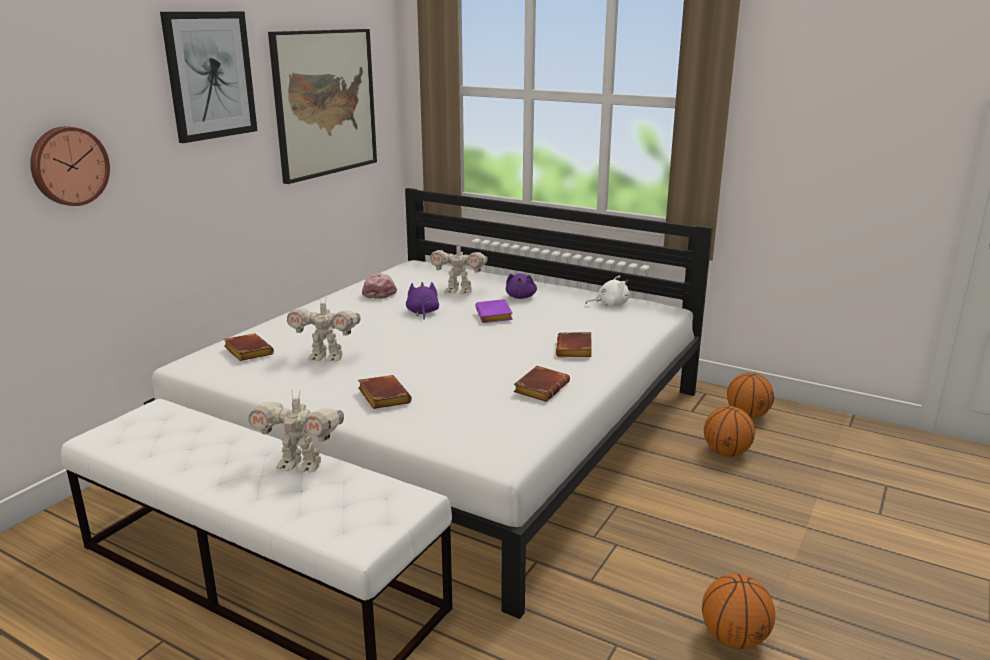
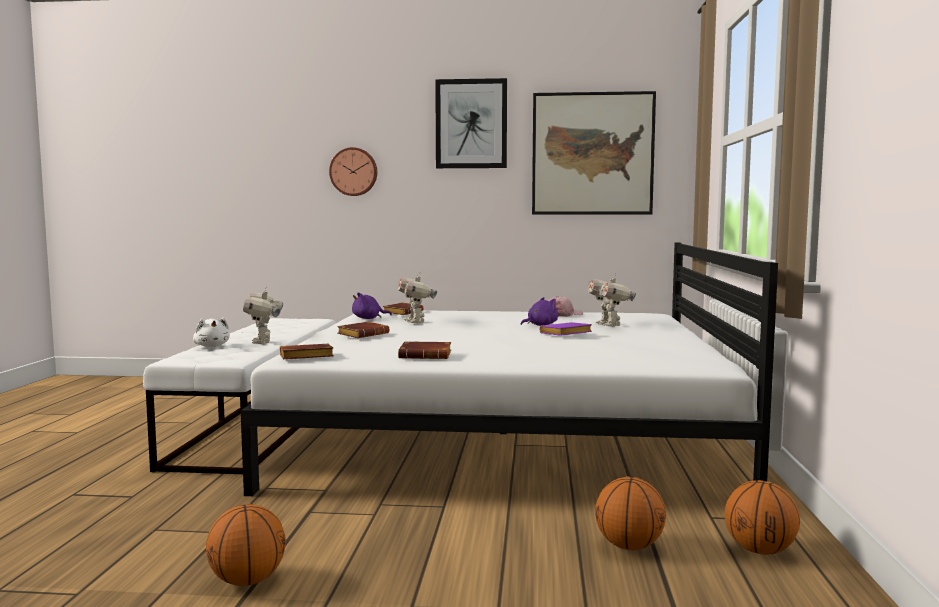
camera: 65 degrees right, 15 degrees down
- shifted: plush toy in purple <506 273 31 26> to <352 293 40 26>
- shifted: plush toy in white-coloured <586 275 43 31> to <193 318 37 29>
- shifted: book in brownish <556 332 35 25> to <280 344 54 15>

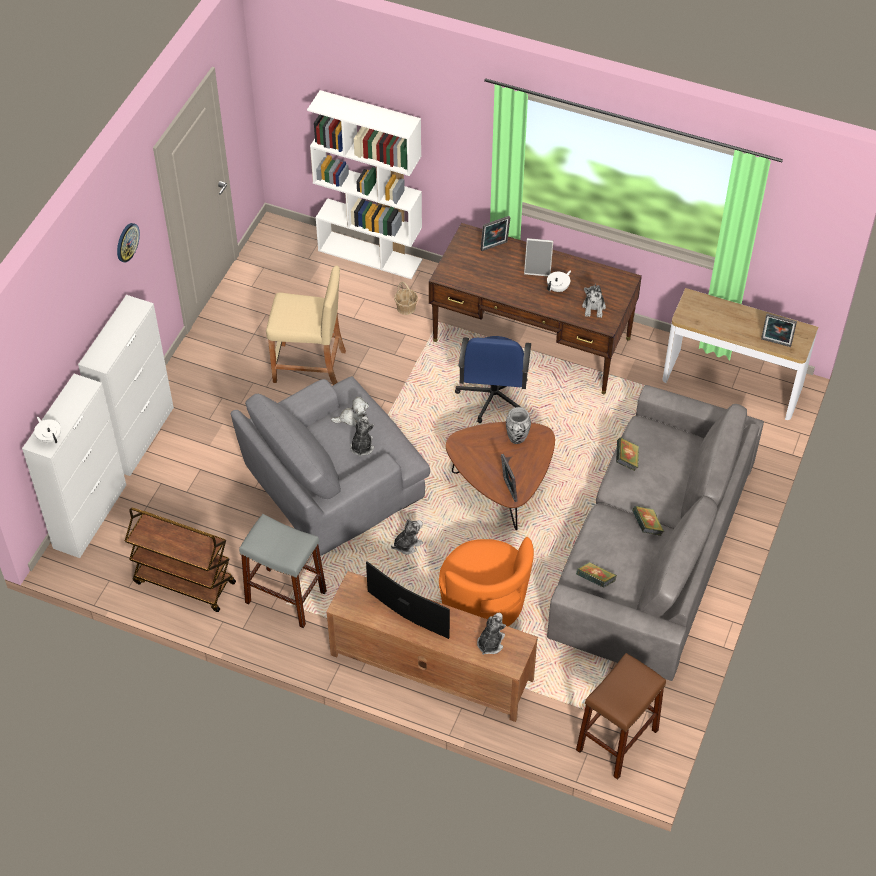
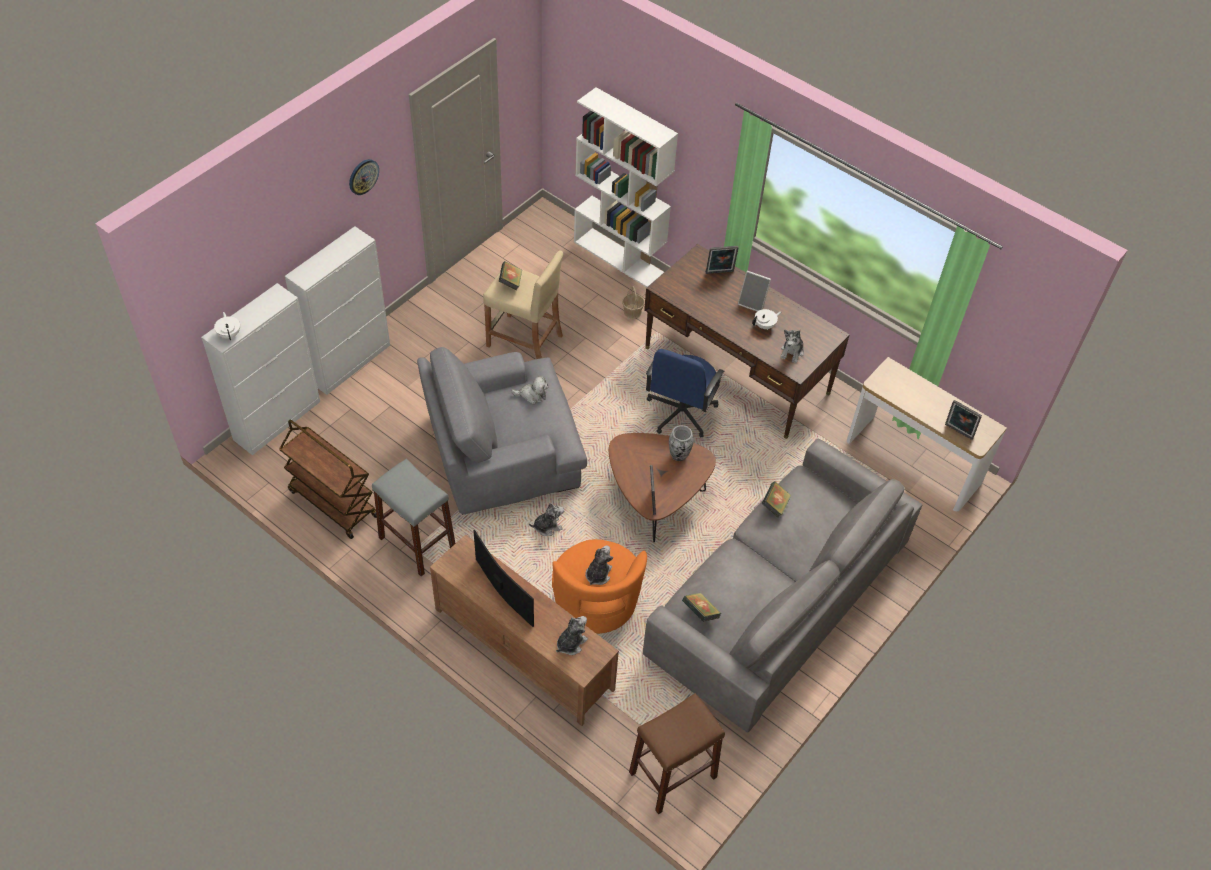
camera: 15 degrees right, 0 degrees up
- shifted: plush toy <350 416 24 40> to <585 545 28 40>
- shifted: book <632 506 32 30> to <499 261 23 29>

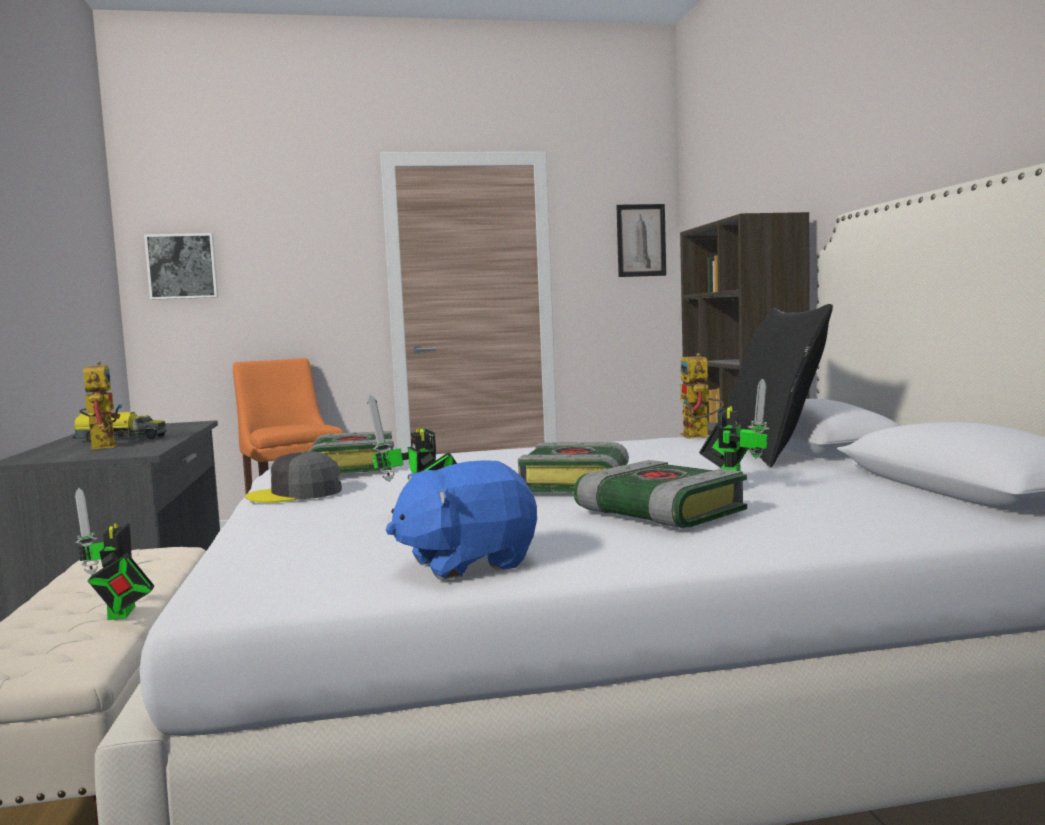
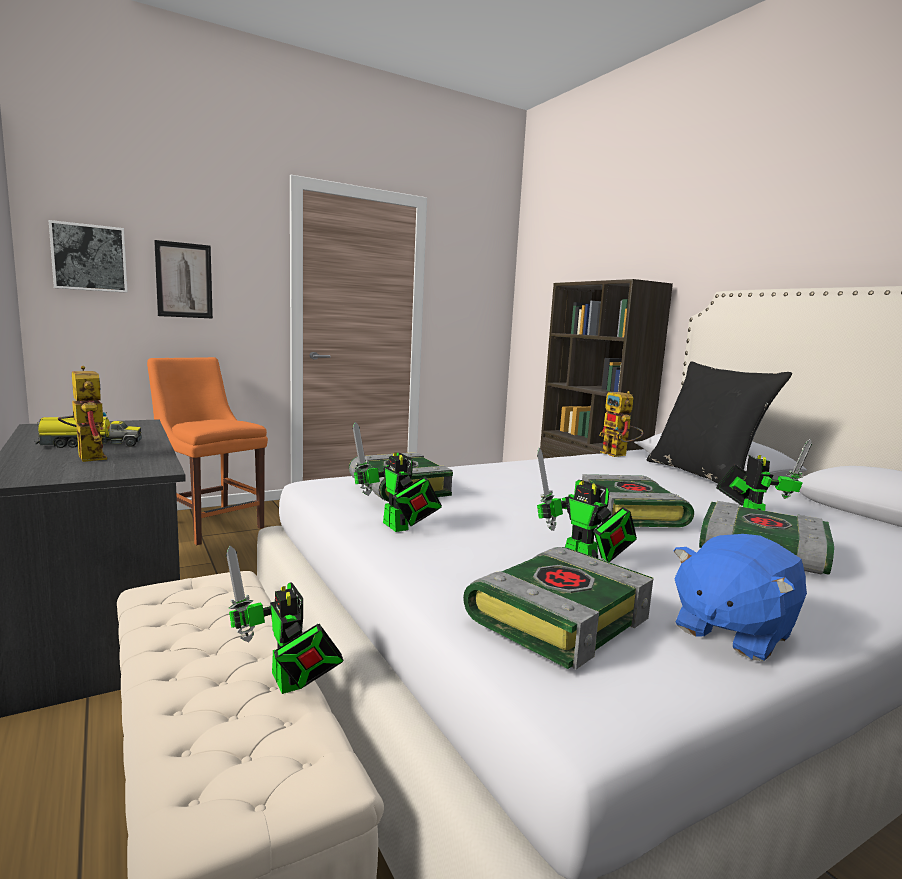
camera: 20 degrees left, 5 degrees up
- shifted: wall picture <616 204 50 73> to <154 240 59 79>
- swapped: baseball cap in greyish <245 451 97 52> to toy robot <352 422 90 110>
- new: book <463 547 190 122>

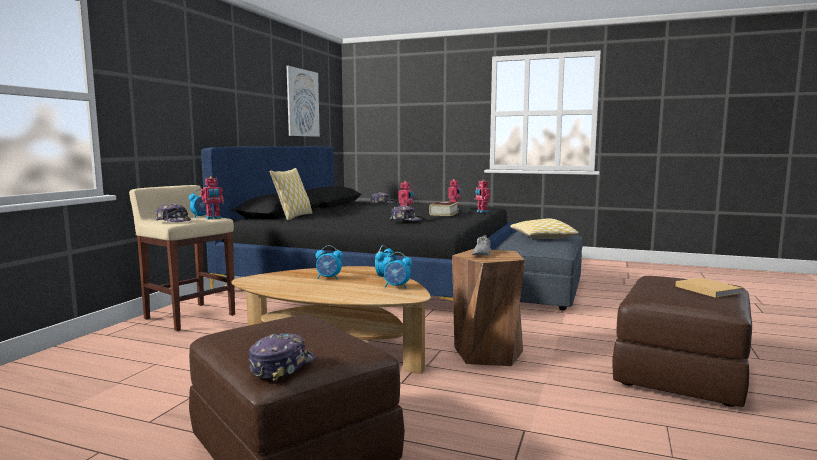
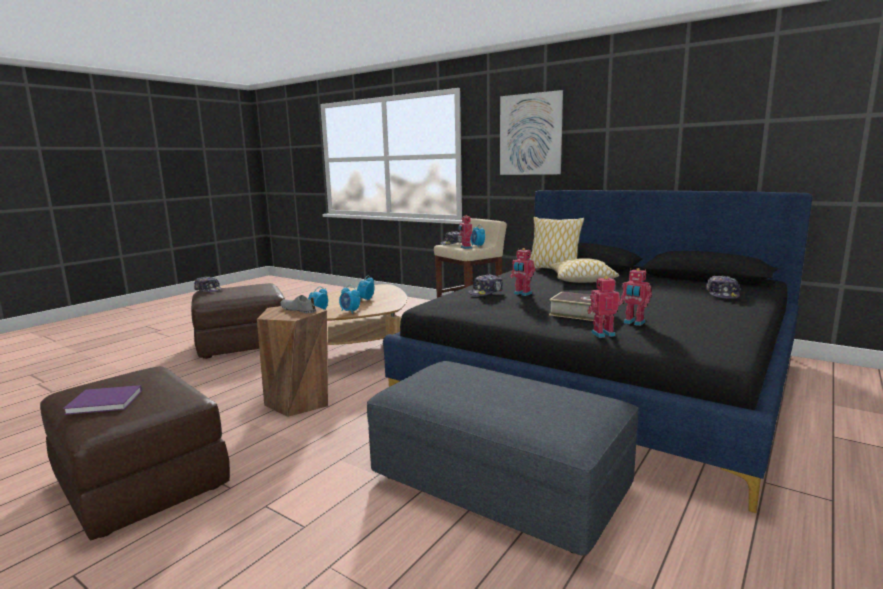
camera: 105 degrees right, 5 degrees up
- shifted: wall picture <287 66 33 71> to <500 90 63 85>
- shifted: pillow <510 218 69 21> to <549 258 70 25>
- repainted: book in sand-coloured <675 278 67 20> to book in purple <63 385 79 30>

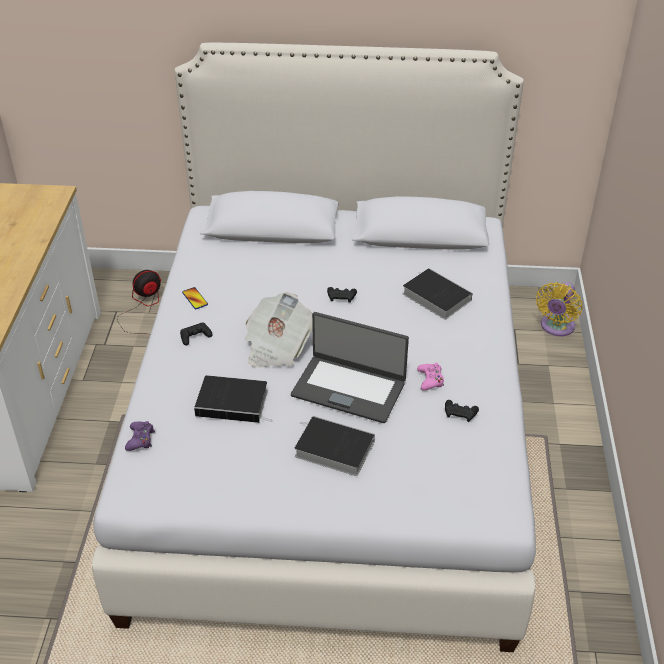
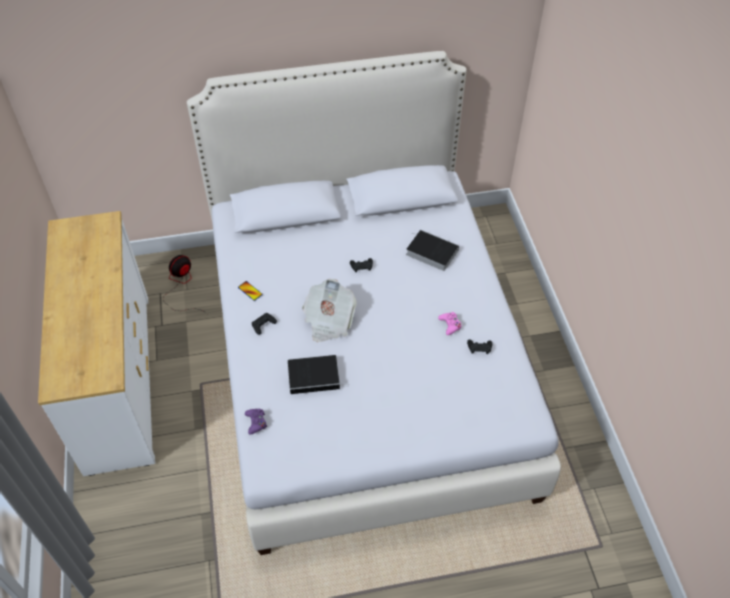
camera: 15 degrees left, 10 degrees up
- gone: fan in yellow-coloured <536 282 46 54>
- gone: notebook computer <291 312 118 111>
- gone: book <295 416 80 60>

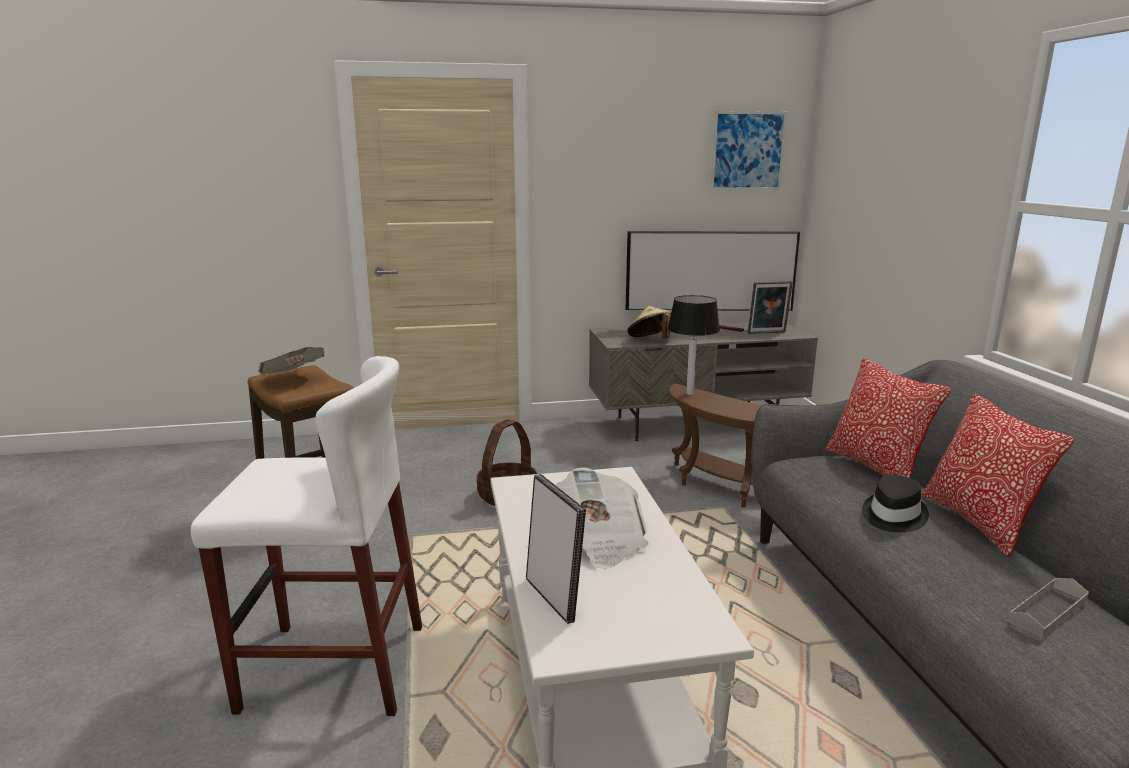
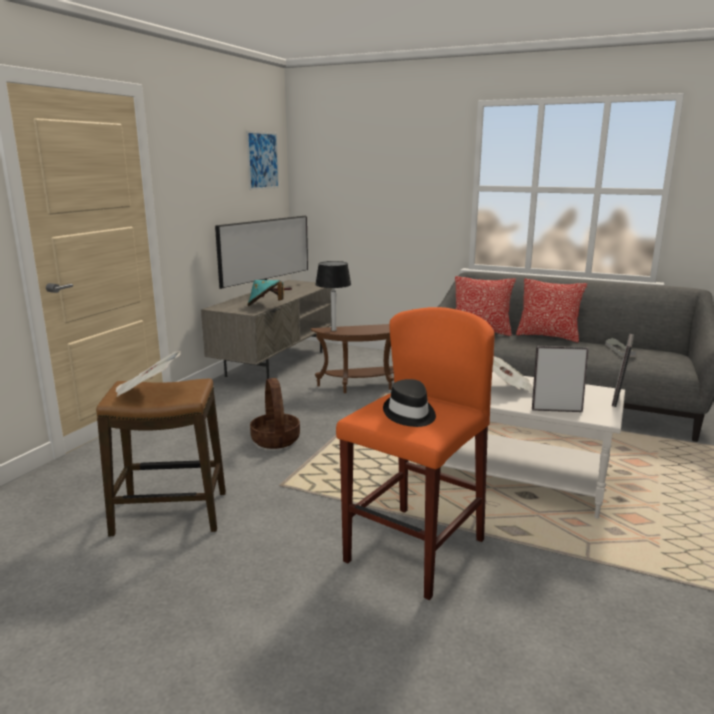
camera: 55 degrees left, 0 degrees up
- shifted: picture frame <748 281 45 53> to <612 334 22 73>
- repainted: clothing hat in sand-coloured <627 306 44 32> to clothing hat in turquoise <247 280 37 26>
- repainted: stool seat in white-coloured <191 356 231 360> to stool seat in orangey <336 307 159 293>
- shifted: clothing hat in blackish <862 475 67 57> to <383 379 53 48>

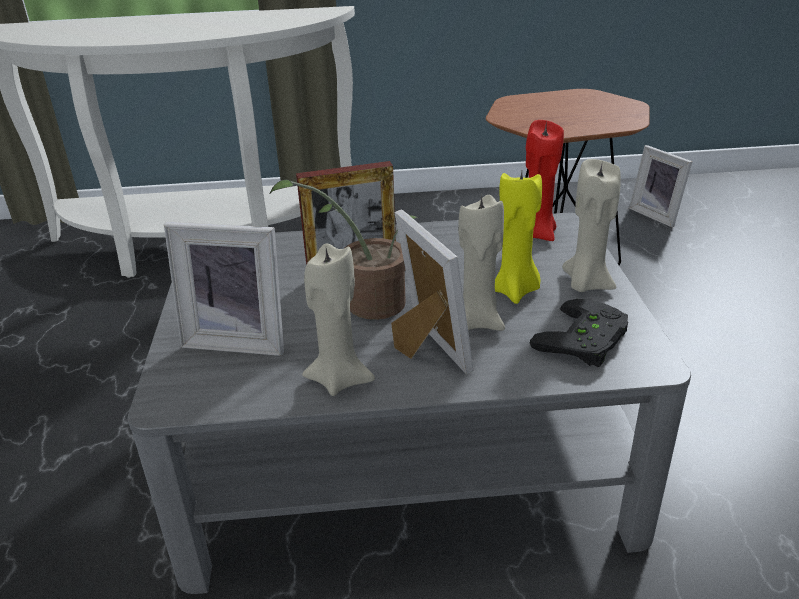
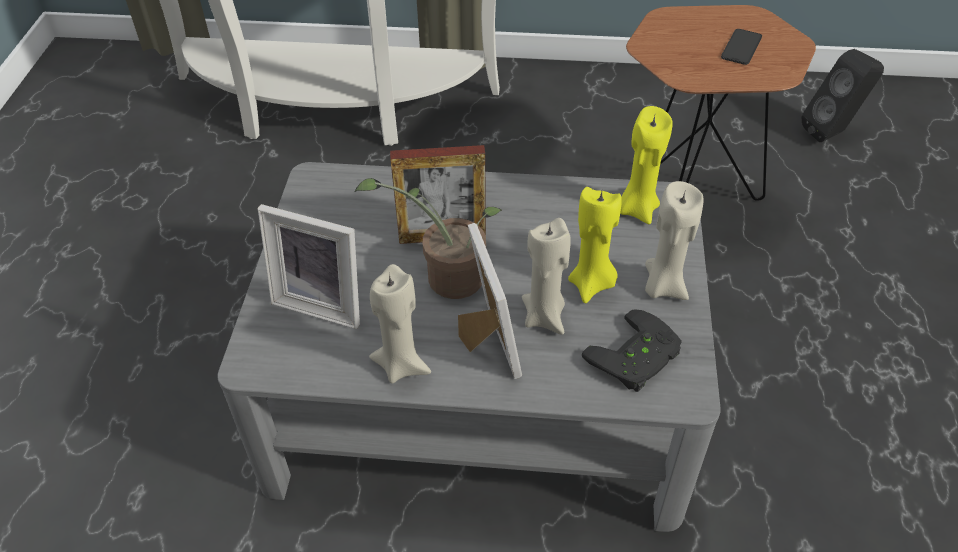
camera: 10 degrees right, 15 degrees up
- repainted: wax candle in red-coloured <526 120 38 121> to wax candle in yellow-coloured <620 106 53 118>
- swapped: picture frame <629 145 64 82> to loudspeaker in blackish <802 49 82 93>
- new: telephone <721 29 41 36>

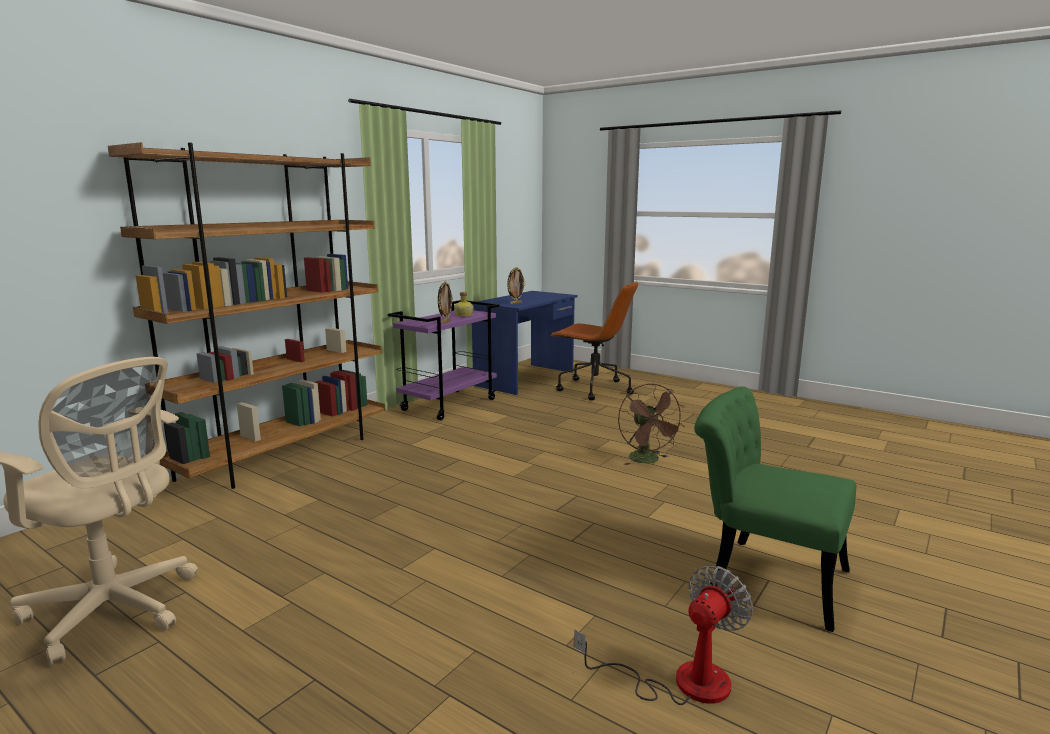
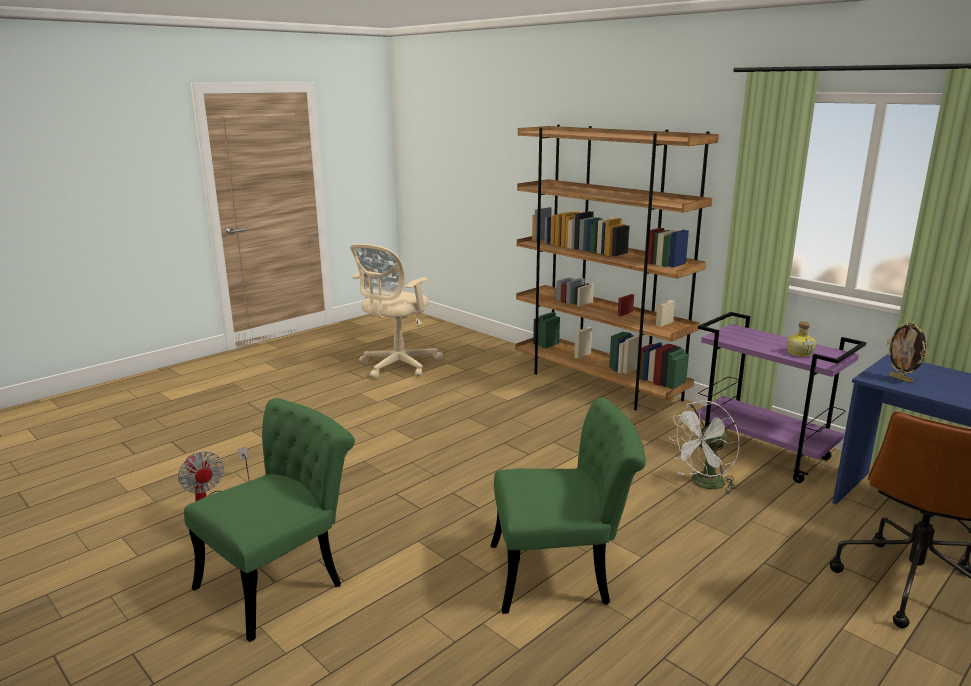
camera: 100 degrees right, 5 degrees up
- gone: picture frame <438 281 15 43>
- swapped: fan in brownish <618 384 66 81> to plain chair in green-coloured <491 398 155 216>
- new: fan in white-coloured <669 401 71 94>

